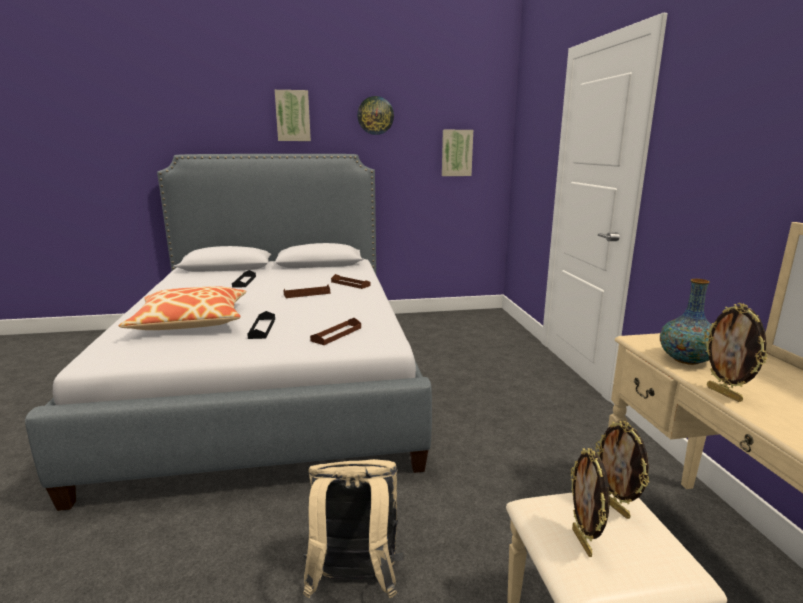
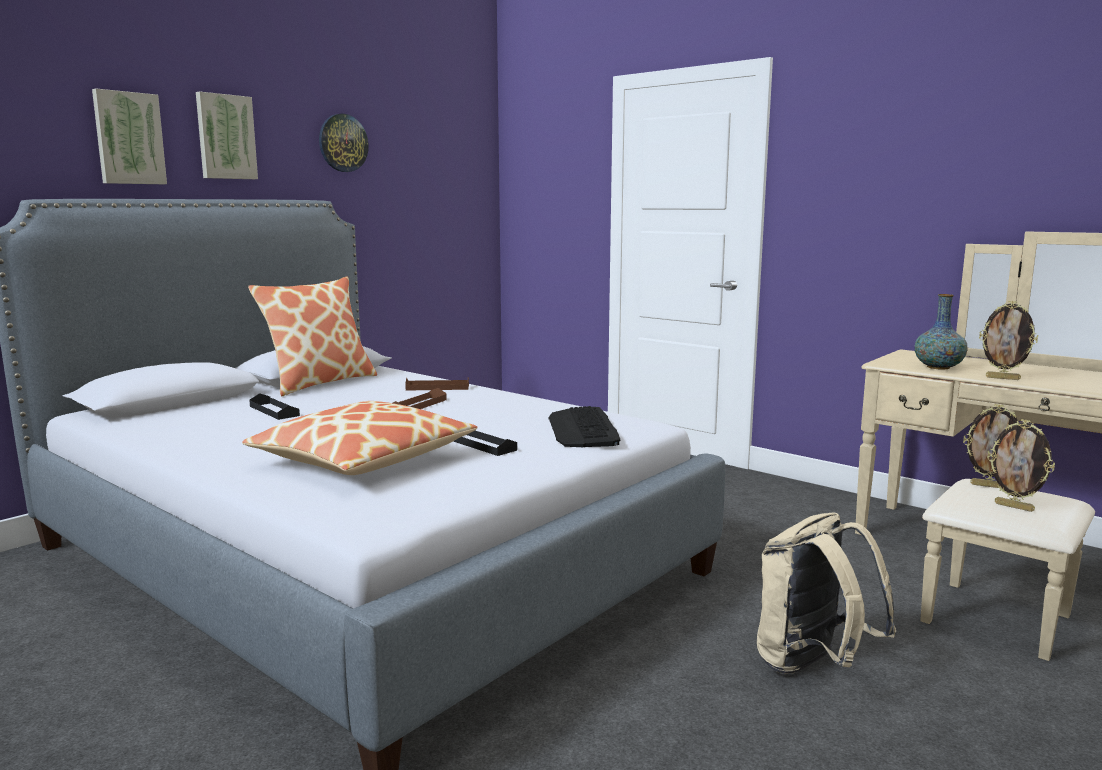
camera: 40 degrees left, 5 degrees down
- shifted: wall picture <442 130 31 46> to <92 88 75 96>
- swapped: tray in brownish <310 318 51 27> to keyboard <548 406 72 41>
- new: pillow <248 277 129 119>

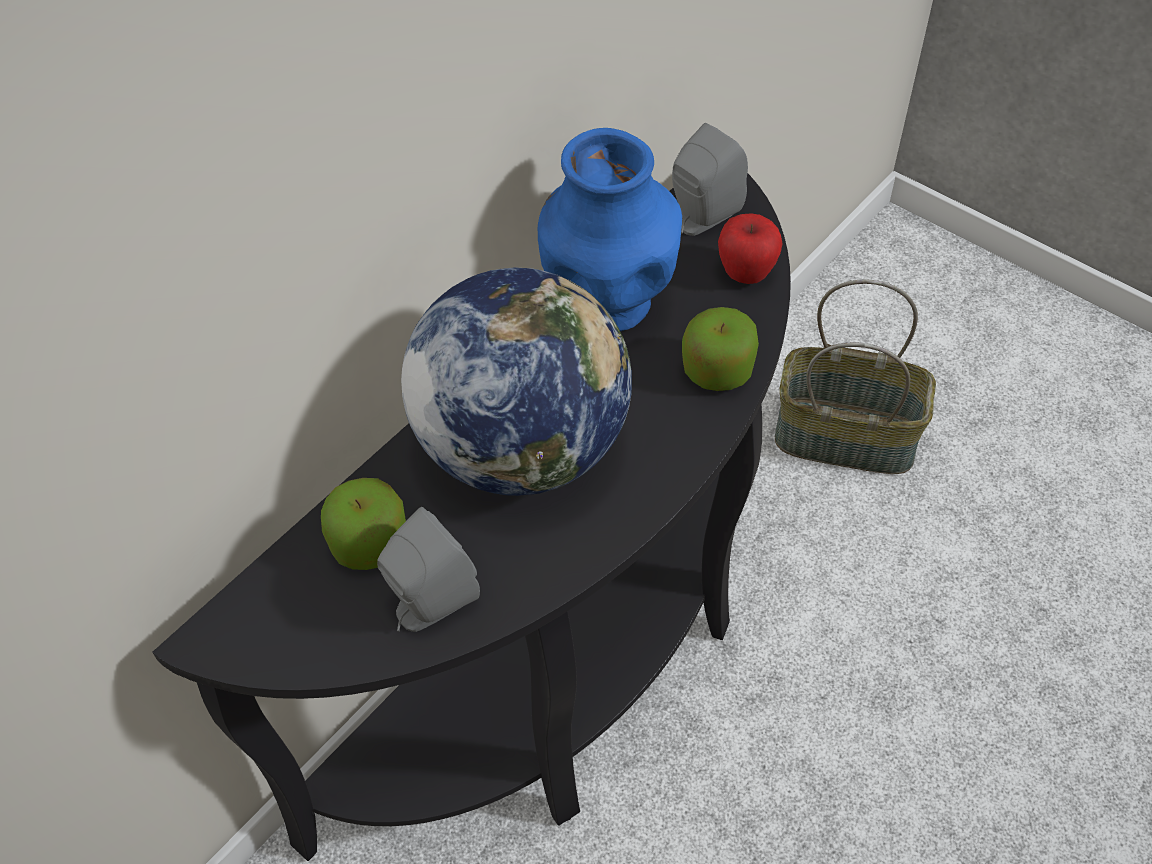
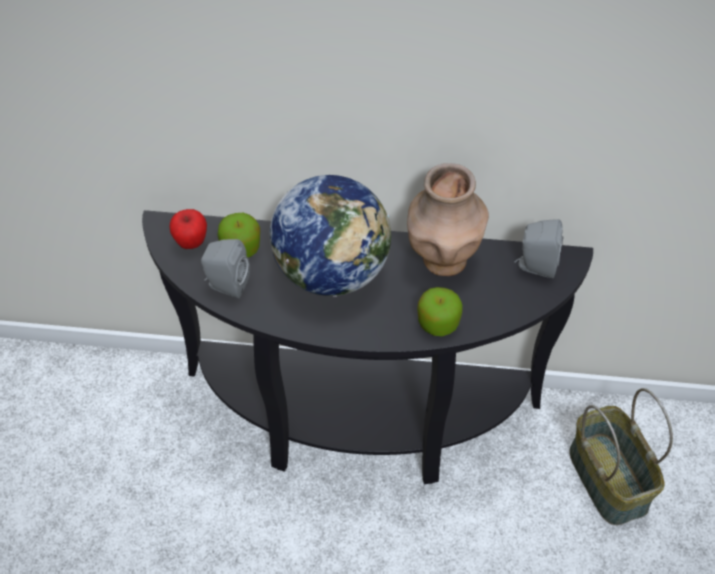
camera: 55 degrees right, 0 degrees up
- repainted: vase in blue-coloured <538 128 144 203> to vase in brownish <407 163 82 113>
- shifted: whole apple <718 213 65 71> to <169 209 38 40>

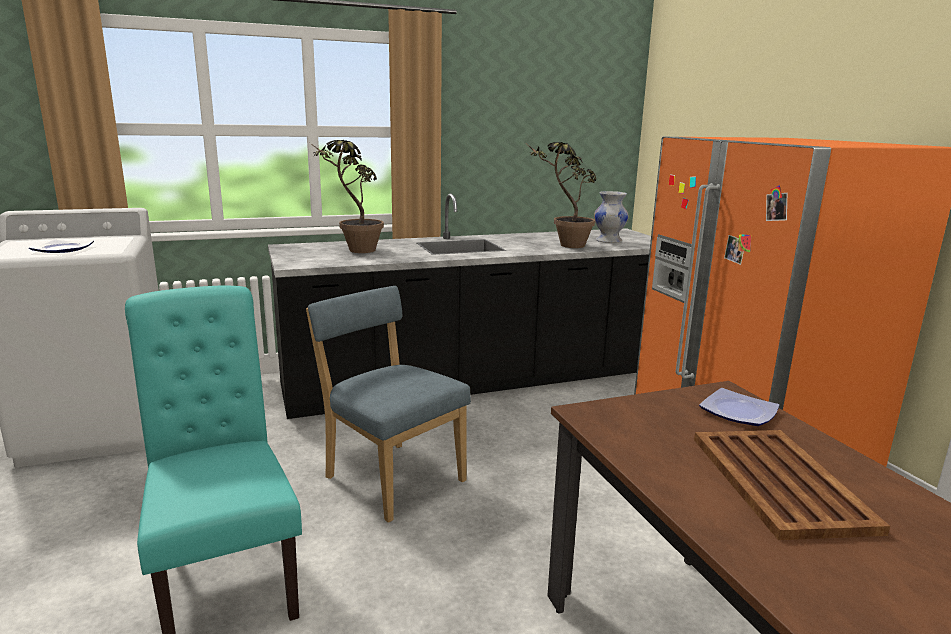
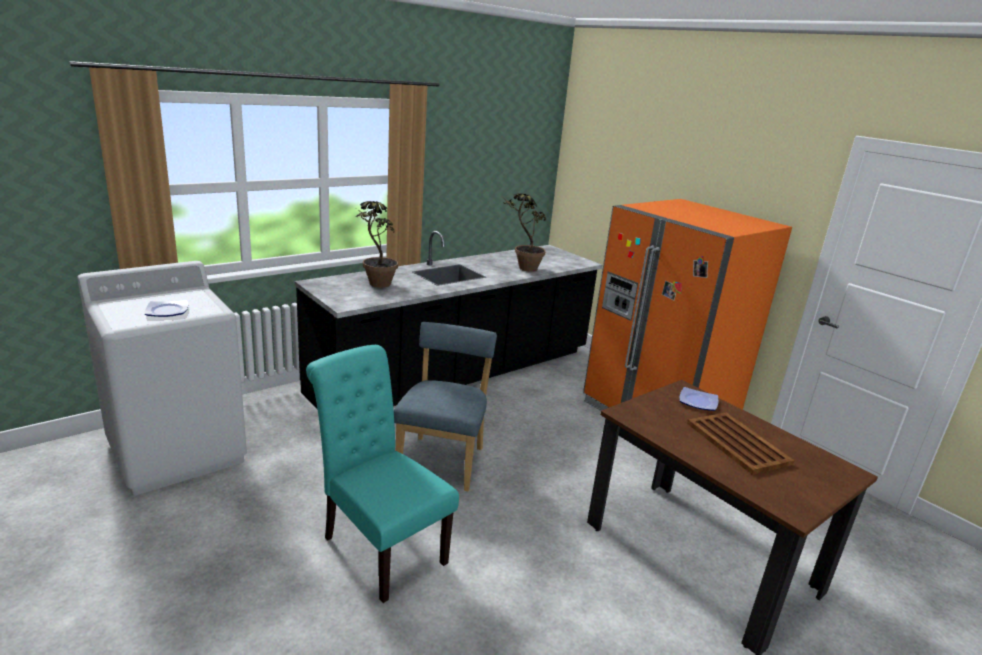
camera: 20 degrees left, 5 degrees up
- gone: vase in white-coloured <594 191 35 52>
- rotated: plain chair in blue-coloured <306 286 165 237> = <394 322 103 169> 75 degrees clockwise

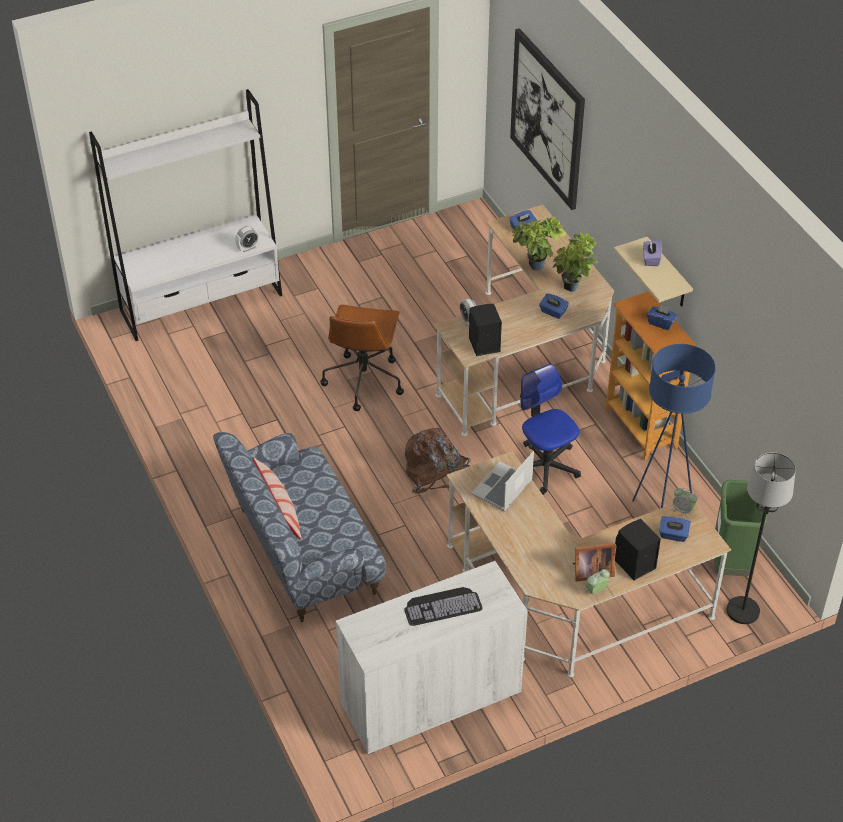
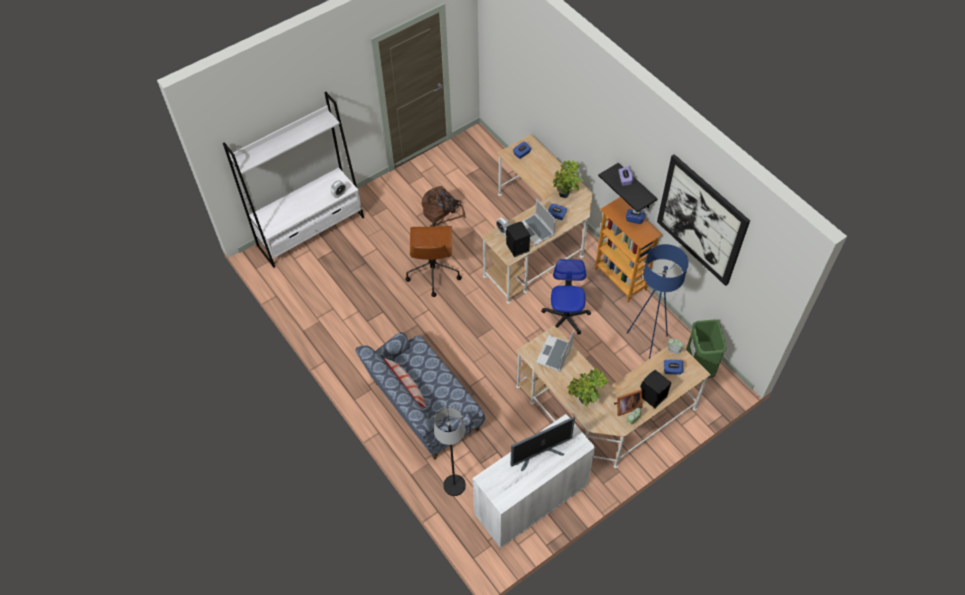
camera: 10 degrees left, 10 degrees up
- shifted: wall picture <510 28 75 182> to <657 154 93 132>
- shifted: houseplant <512 216 55 55> to <567 368 42 39>
- repainted: shelf in sand-coloured <614 237 79 70> to shelf in blackish <598 163 59 49>
- rotated: office chair <520 364 61 131> = <541 259 50 75> 45 degrees clockwise
- shifted: knapsack in brownish <404 428 67 66> to <421 186 45 41>
- shifted: standing lamp in blackish <727 452 69 172> to <434 407 32 89>
- swapped: keyboard <404 587 79 39> to computer display <511 417 64 54>
- new: notebook computer <522 199 34 47>

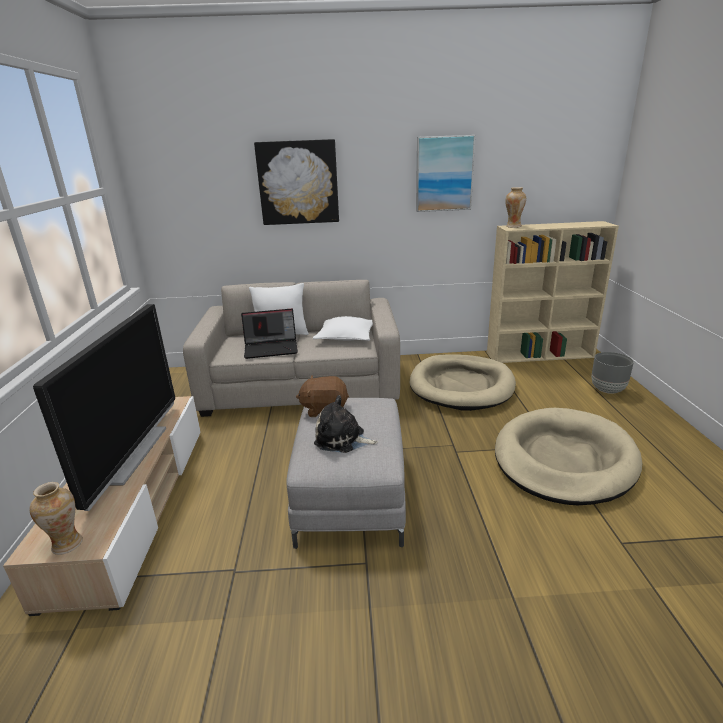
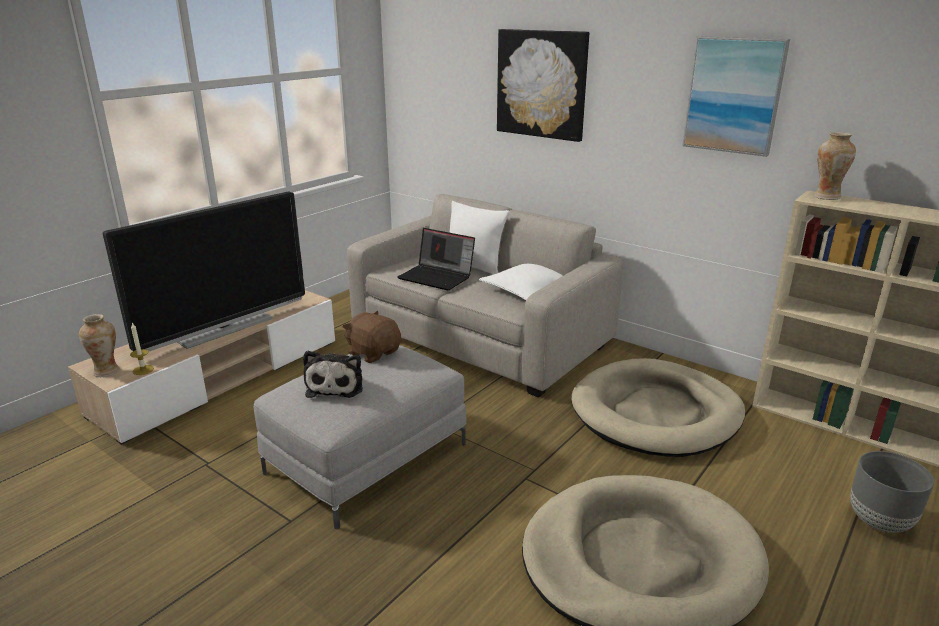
camera: 40 degrees right, 0 degrees up
- rotated: plush toy <314 395 64 58> = <303 350 60 48> 150 degrees counterclockwise
- new: wax candle <130 323 24 52>

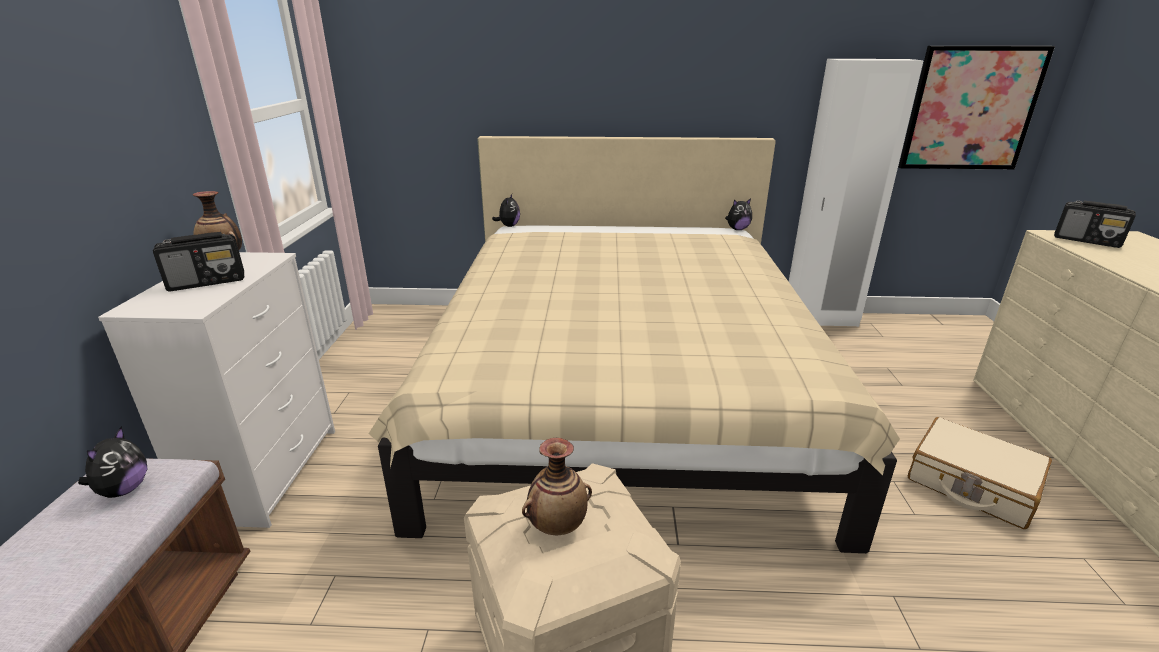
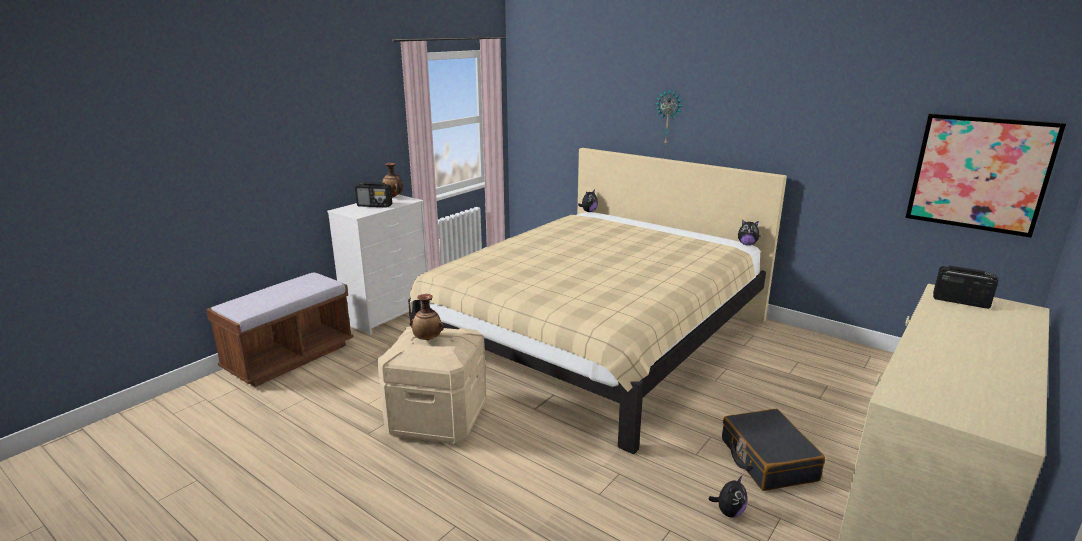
camera: 35 degrees right, 5 degrees down
- gone: clothes cupboard in white-coloured <789 59 134 268>
- rotated: radio set <1054 201 82 47> = <933 266 65 43> 135 degrees clockwise
- repainted: piece of luggage in sand-coloured <908 417 144 112> to piece of luggage in blackish <722 409 103 82>
- shifted: plush toy <78 427 70 71> to <708 476 39 42>
- new: wall clock <656 90 26 55>

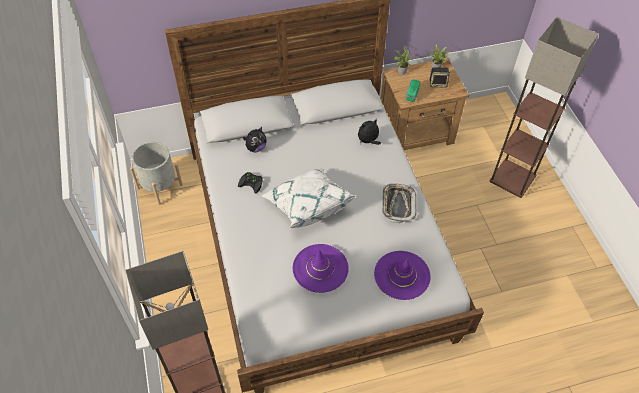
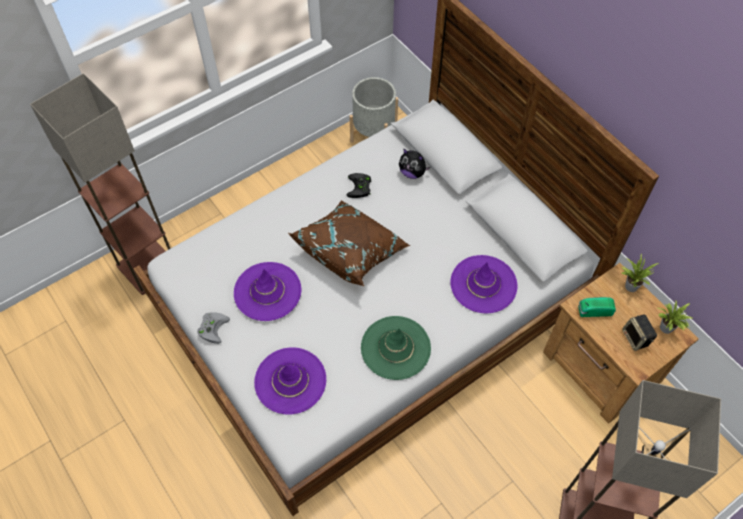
camera: 70 degrees right, 5 degrees up
- swapped: plush toy <358 118 23 27> to clothing hat in purple <450 255 67 58>
- repainted: pillow in white-coloured <261 168 95 60> to pillow in brownish <288 200 122 86>
- swapped: tray <382 183 34 40> to clothing hat in green-coloured <361 316 70 64>
- new: gamepad in greyish <197 312 33 32>

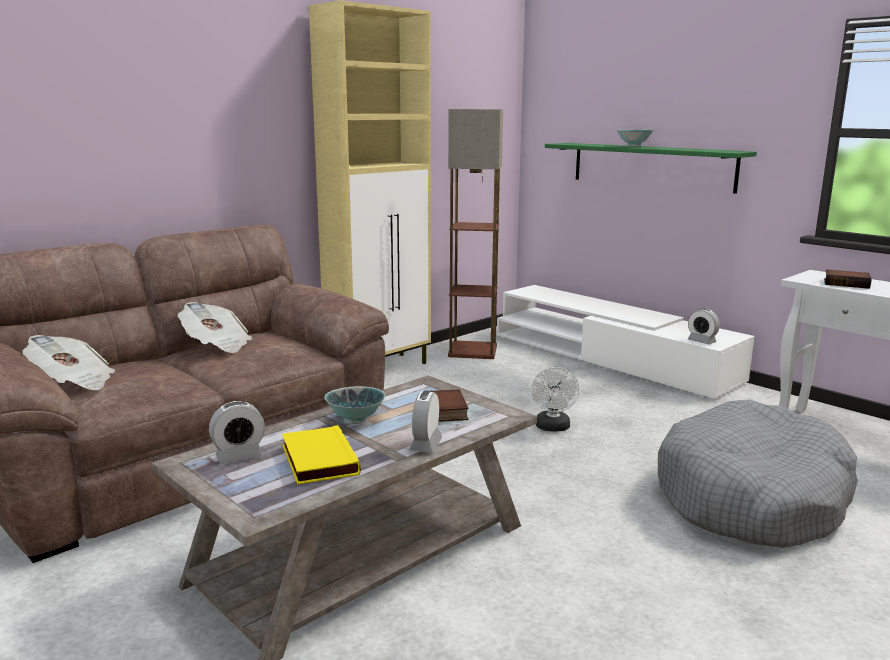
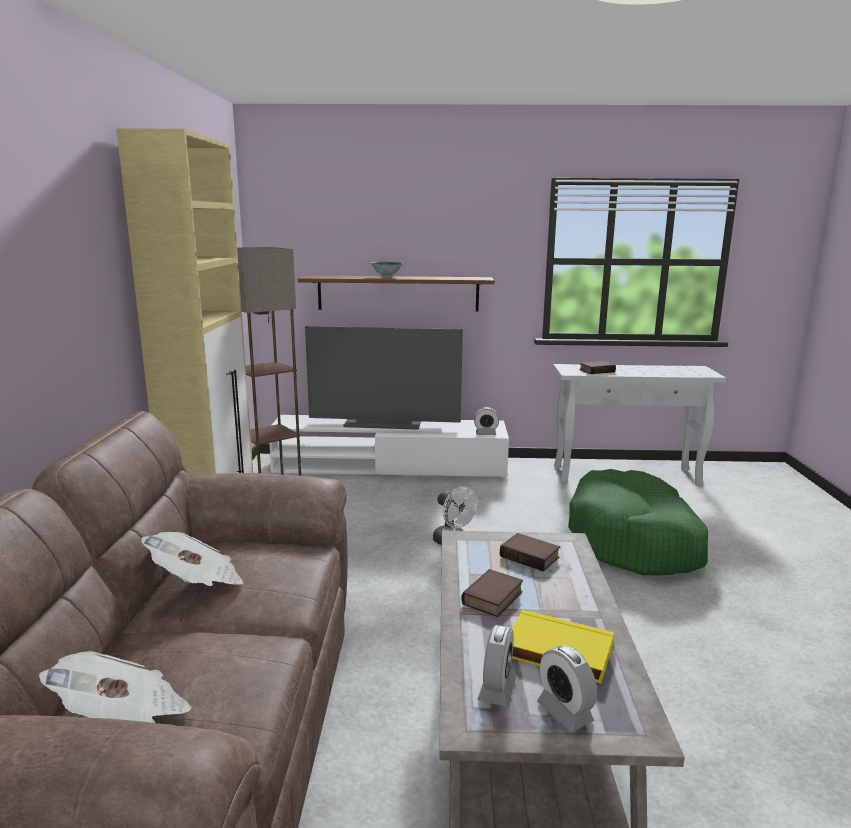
camera: 45 degrees left, 0 degrees up
- repainted: shelf in green-coloured <545 143 212 51> to shelf in brownish <298 275 197 36>
- swapped: serving bowl <324 386 61 38> to book <461 569 62 48>
- shifted: alarm clock <409 390 34 63> to <537 645 60 87>
- repainted: dog cushion in greyish <658 399 200 149> to dog cushion in green-coloured <568 469 140 106>
- new: TV <305 326 158 104>

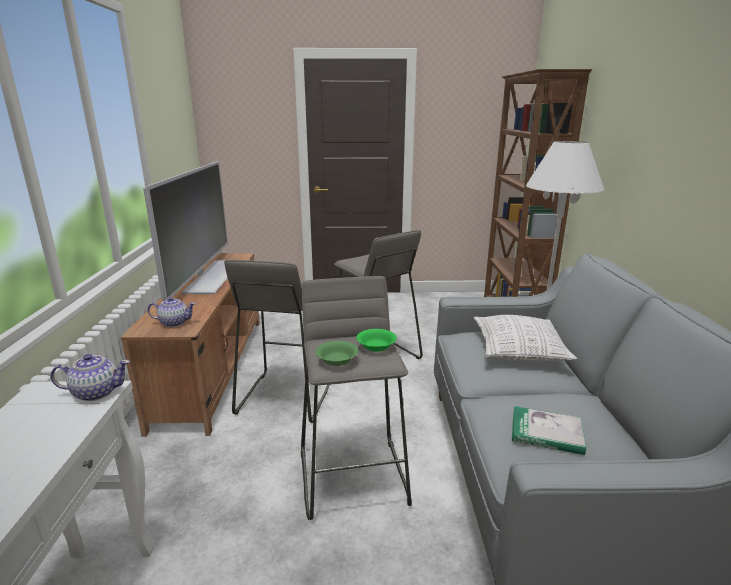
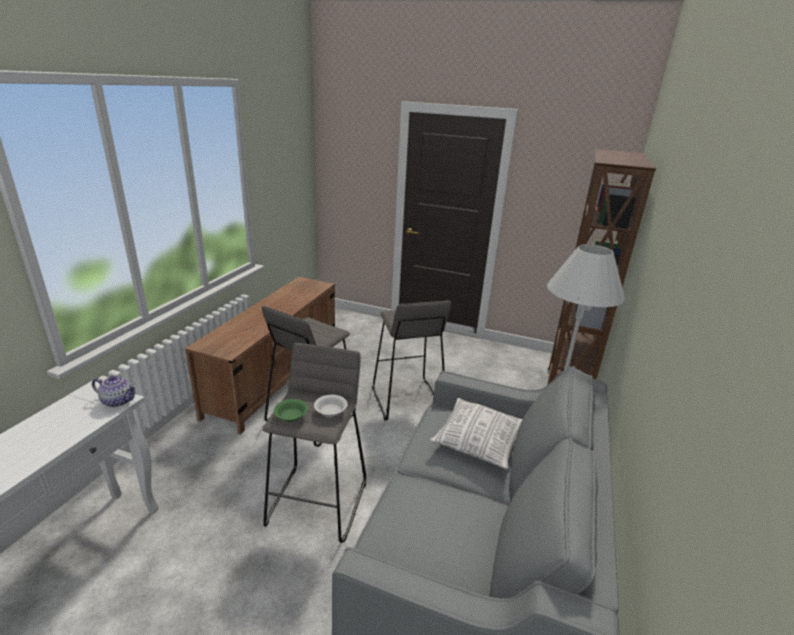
camera: 20 degrees right, 5 degrees up
- gone: TV <143 161 85 140>
- gone: tea pot <148 297 48 30>
- repainted: serving bowl in green-coloured <356 329 41 23> to serving bowl in white-coloured <314 395 34 22>
- gone: book <512 406 74 49>

